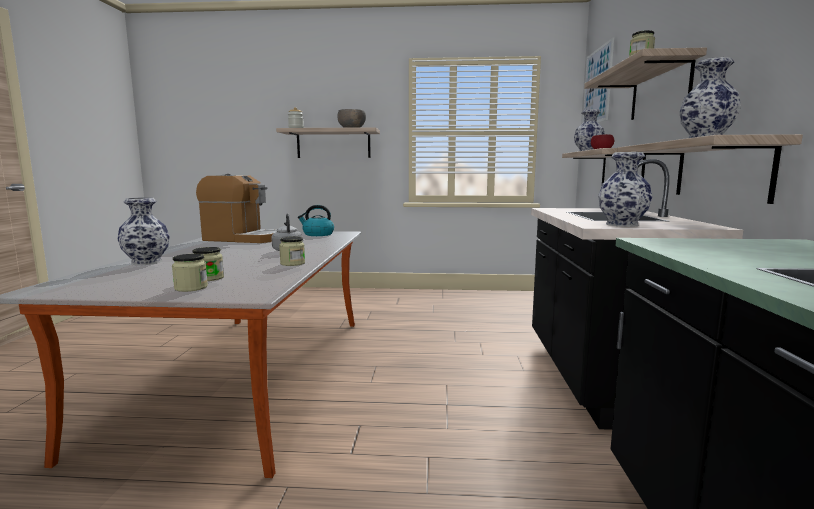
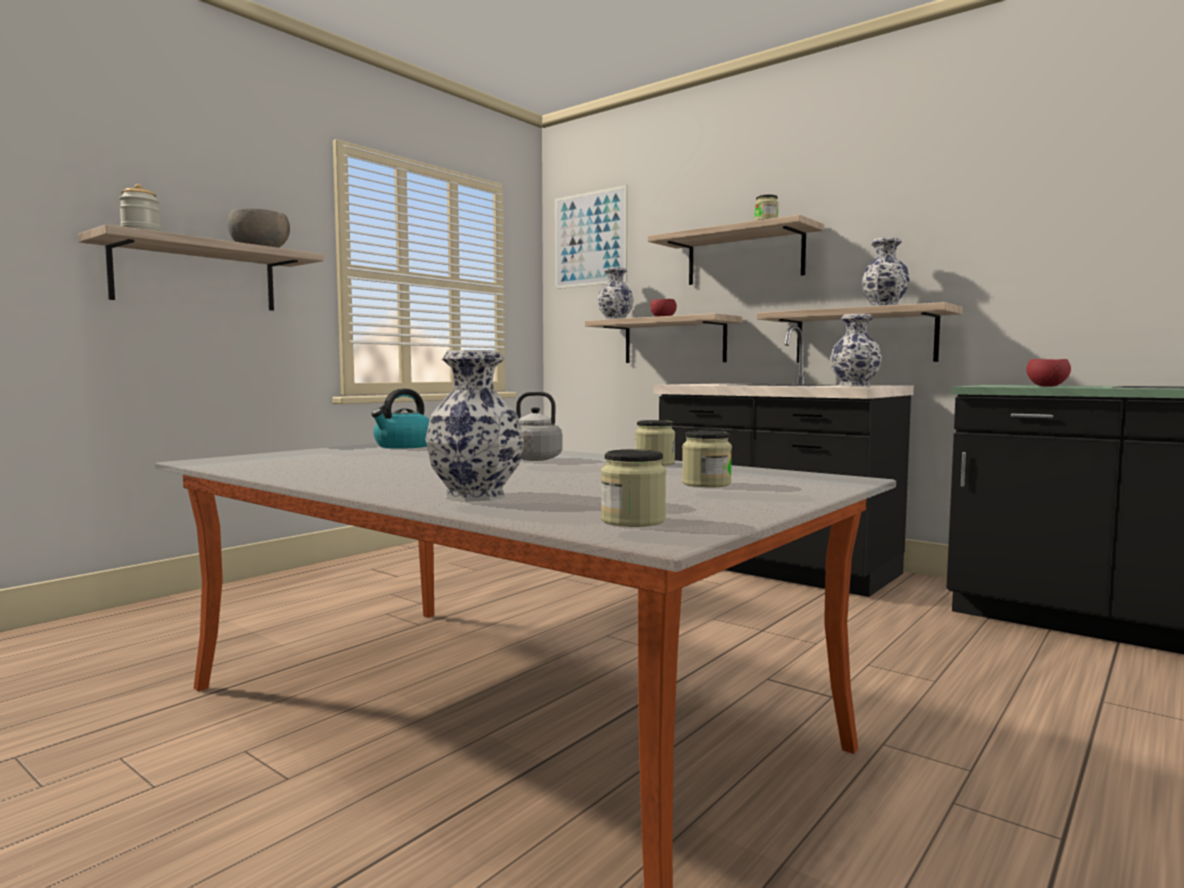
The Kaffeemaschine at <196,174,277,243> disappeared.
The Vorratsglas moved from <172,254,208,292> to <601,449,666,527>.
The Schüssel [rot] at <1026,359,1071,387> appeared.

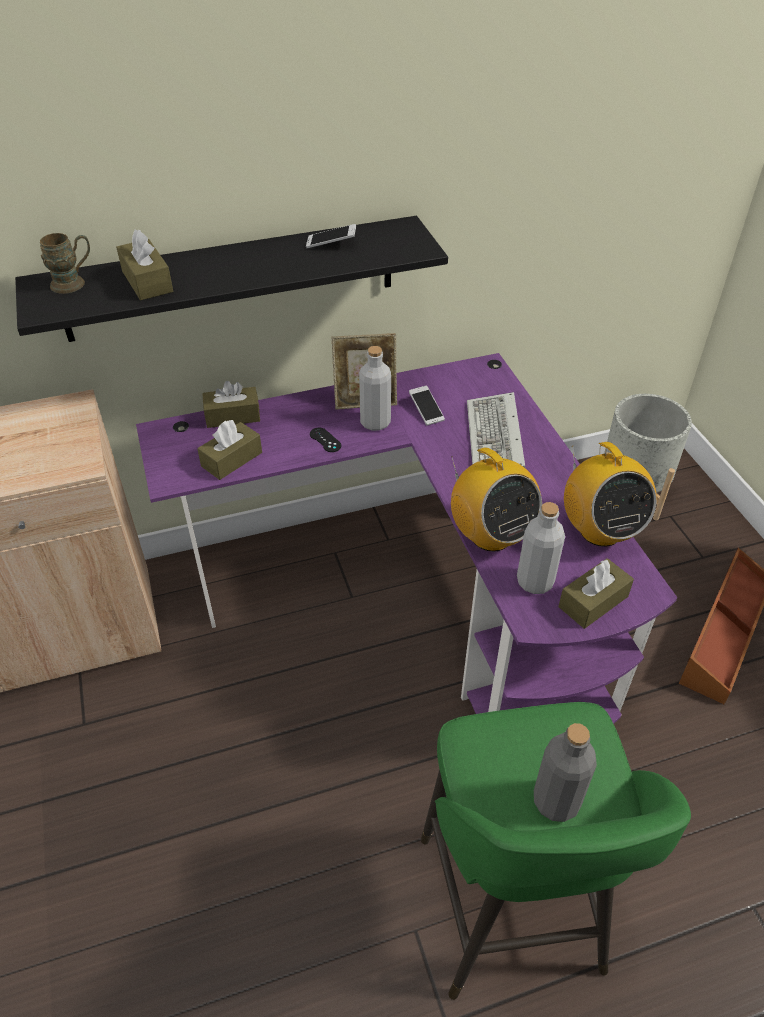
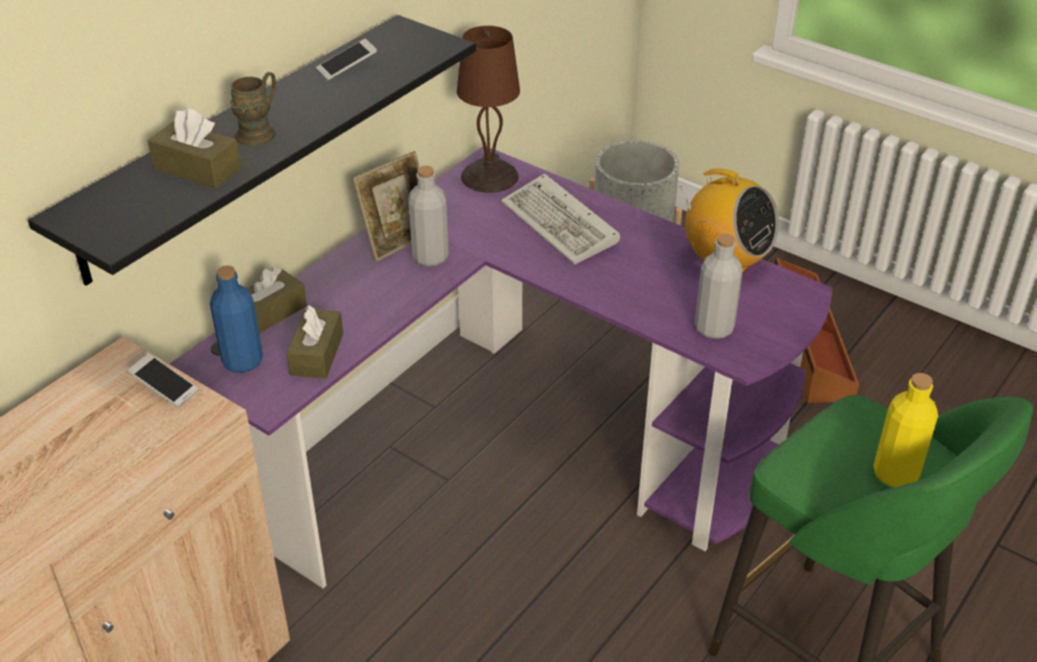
The Henkelbecher [braun] moved from <40,233,90,294> to <230,72,276,146>.
The Handy moved from <409,385,445,426> to <128,353,198,408>.
The Gamepad [schwarz] at <310,428,341,452> disappeared.
The Radio at <451,448,542,552> disappeared.
The Taschentuchbox [braun] at <559,558,634,629> disappeared.
The Flasche [grau] at <534,723,597,822> became the Flasche [gelb] at <873,373,938,487>.
The Tischlampe [braun] at <457,26,520,193> appeared.
The Flasche [blau] at <210,265,263,373> appeared.

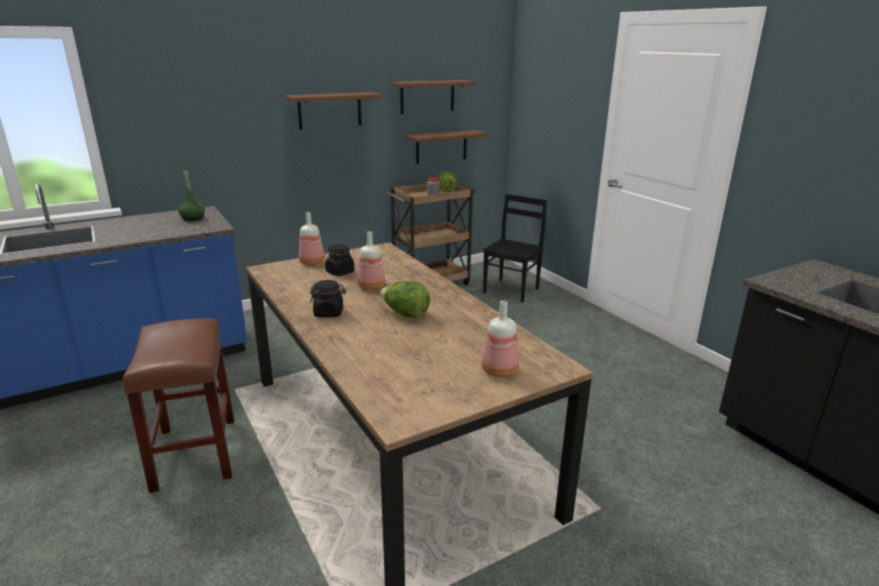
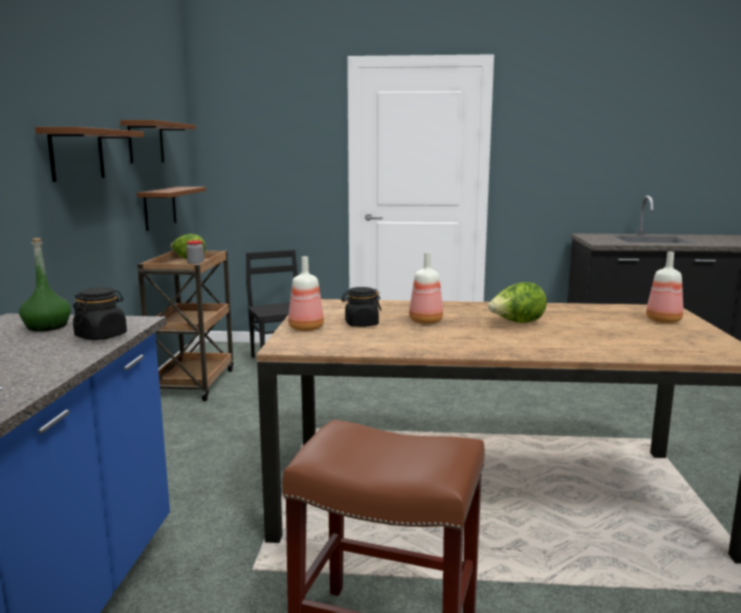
The Vorratsglas [schwarz] moved from <310,280,346,318> to <73,287,127,340>.

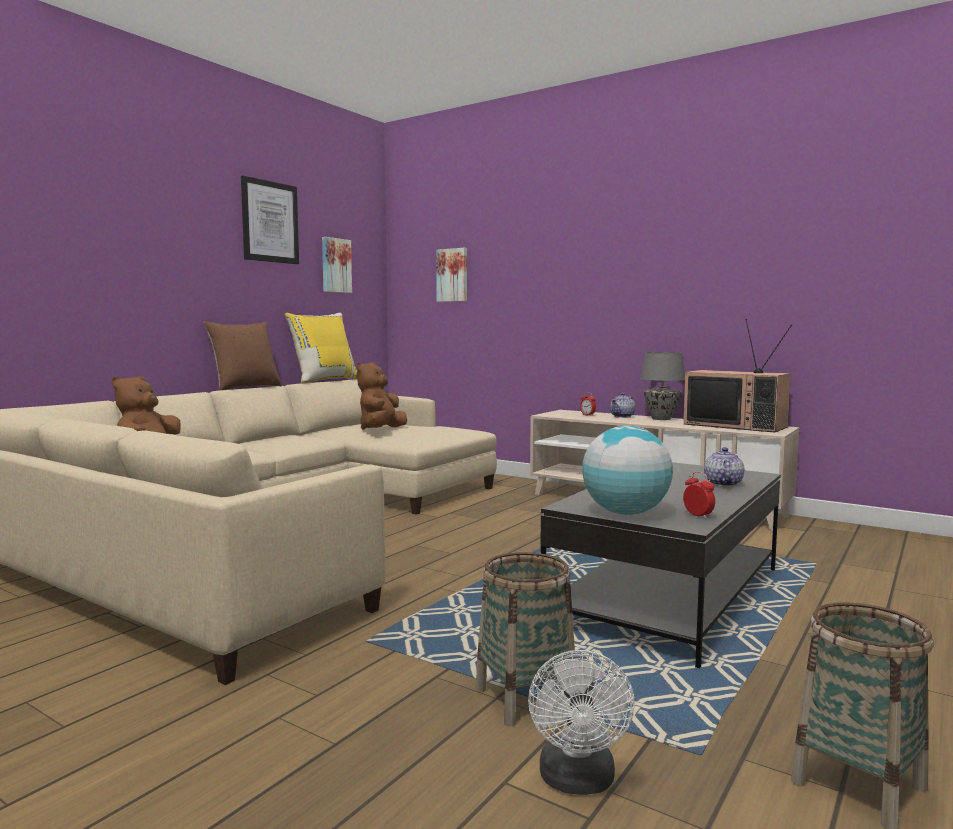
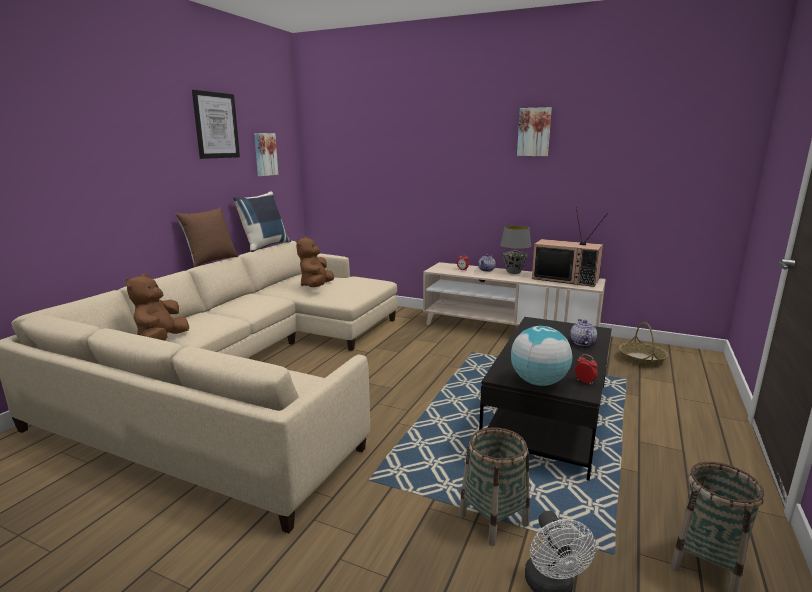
The Bild moved from <436,248,467,302> to <517,107,552,156>.
The Kissen [gelb] at <285,313,357,383> became the Kissen [blau] at <232,191,291,252>.
The Korb at <619,322,668,366> appeared.

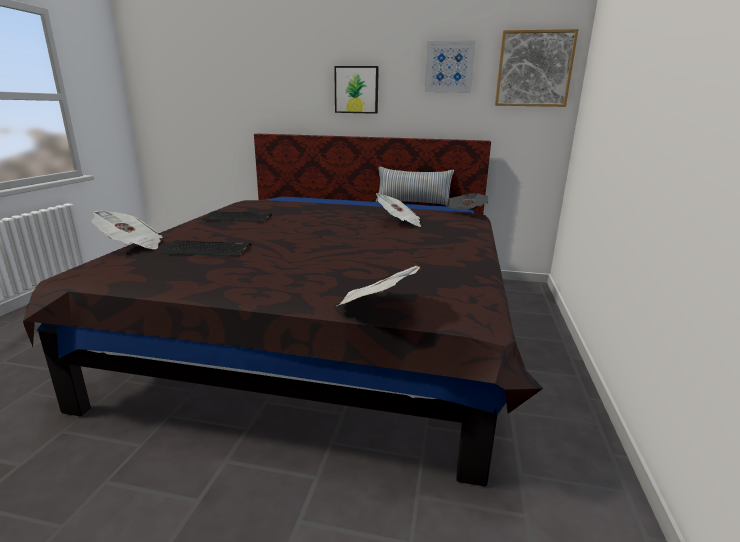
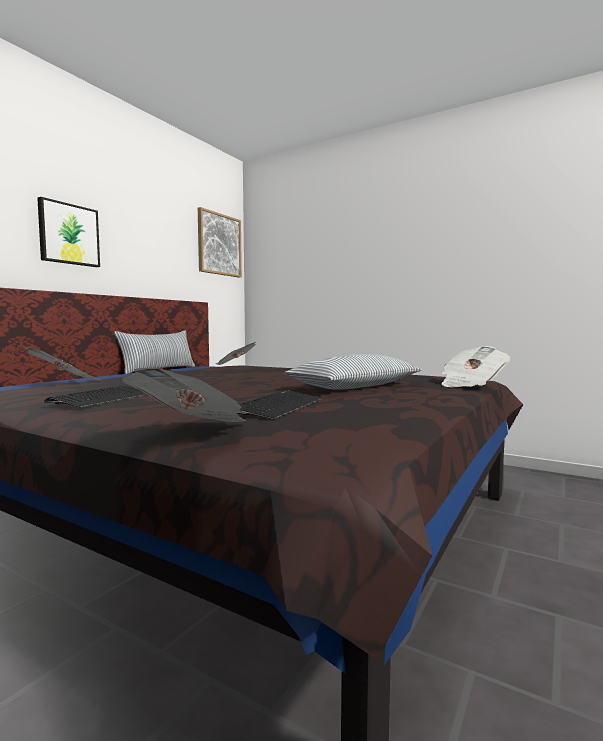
The Bild at <425,40,476,93> disappeared.
The Zeitung moved from <376,193,421,227> to <24,347,101,380>.
The Kissen at <284,354,422,389> appeared.

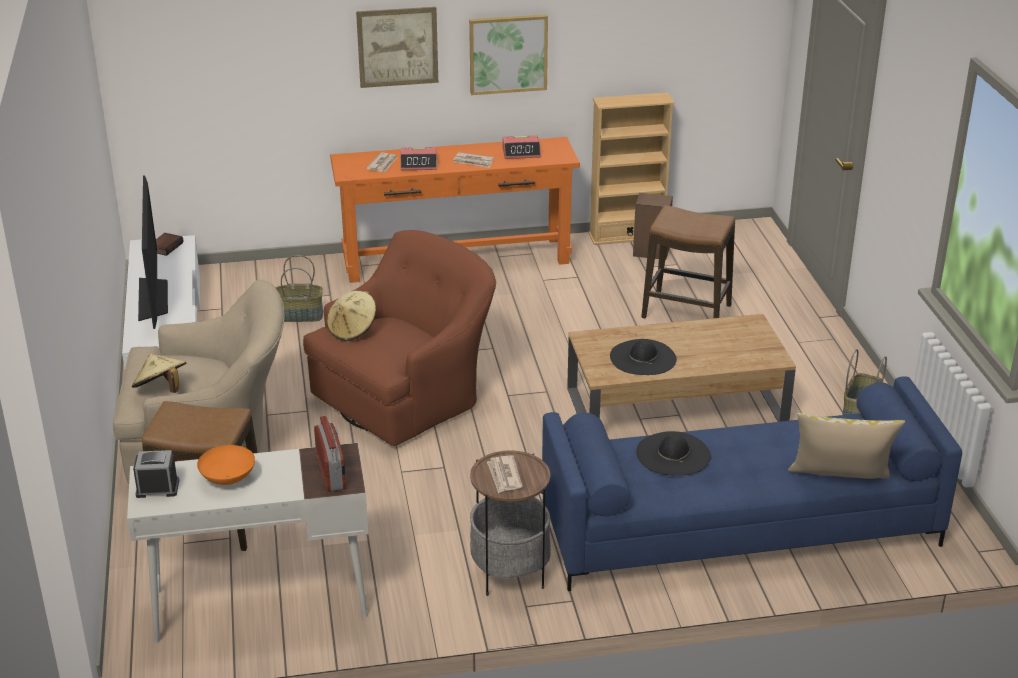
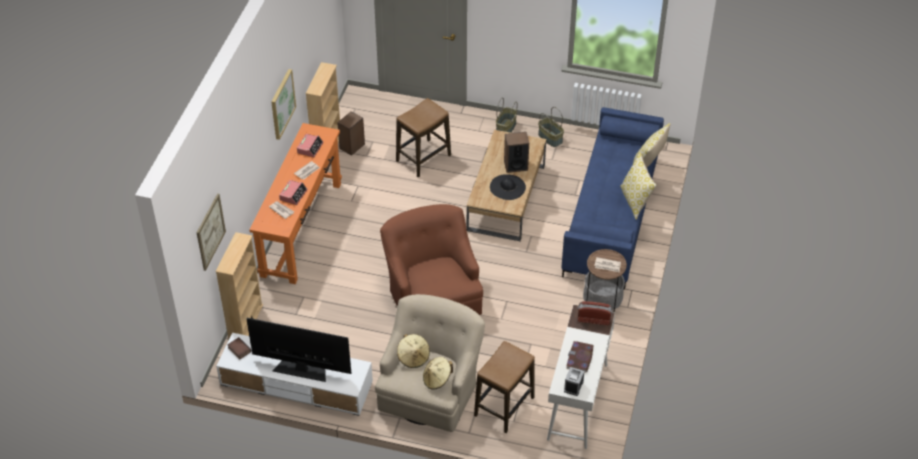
The Bild moved from <356,7,438,88> to <197,193,226,271>.
The Korb moved from <275,255,323,322> to <496,98,518,133>.
The Hut [beige] moved from <327,291,376,341> to <397,334,430,368>.
The Hut [schwarz] at <636,431,711,476> disappeared.
The Schüssel [orange] at <197,445,255,485> was replaced by the Buch at <566,341,593,373>.
The Lautsprecher at <504,132,529,173> appeared.
The Kissen at <620,152,657,220> appeared.
The Bücherregal [beige] at <216,232,263,340> appeared.

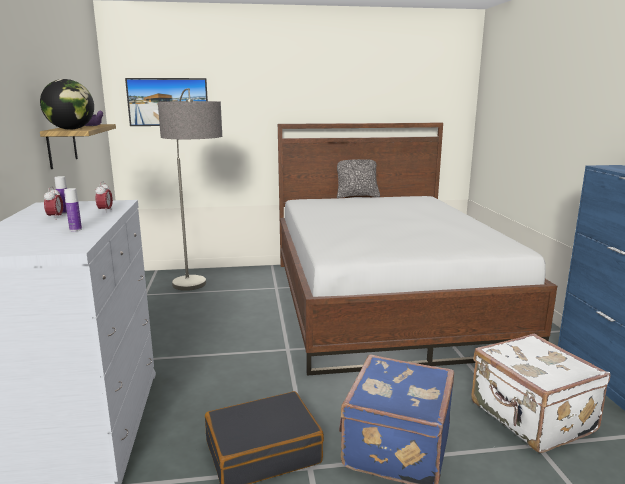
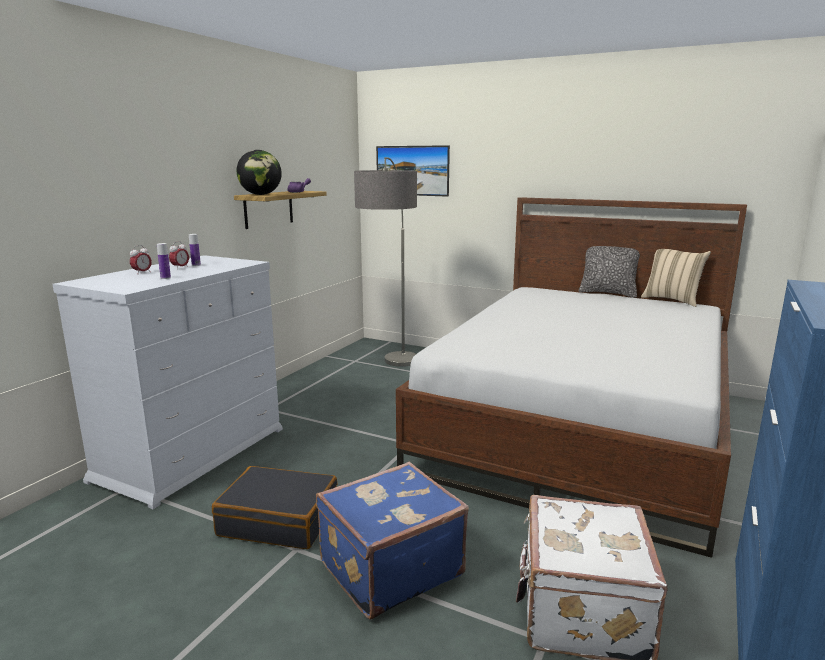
The Wecker moved from <95,181,113,213> to <130,245,152,273>.
The Kissen [beige] at <641,249,711,307> appeared.

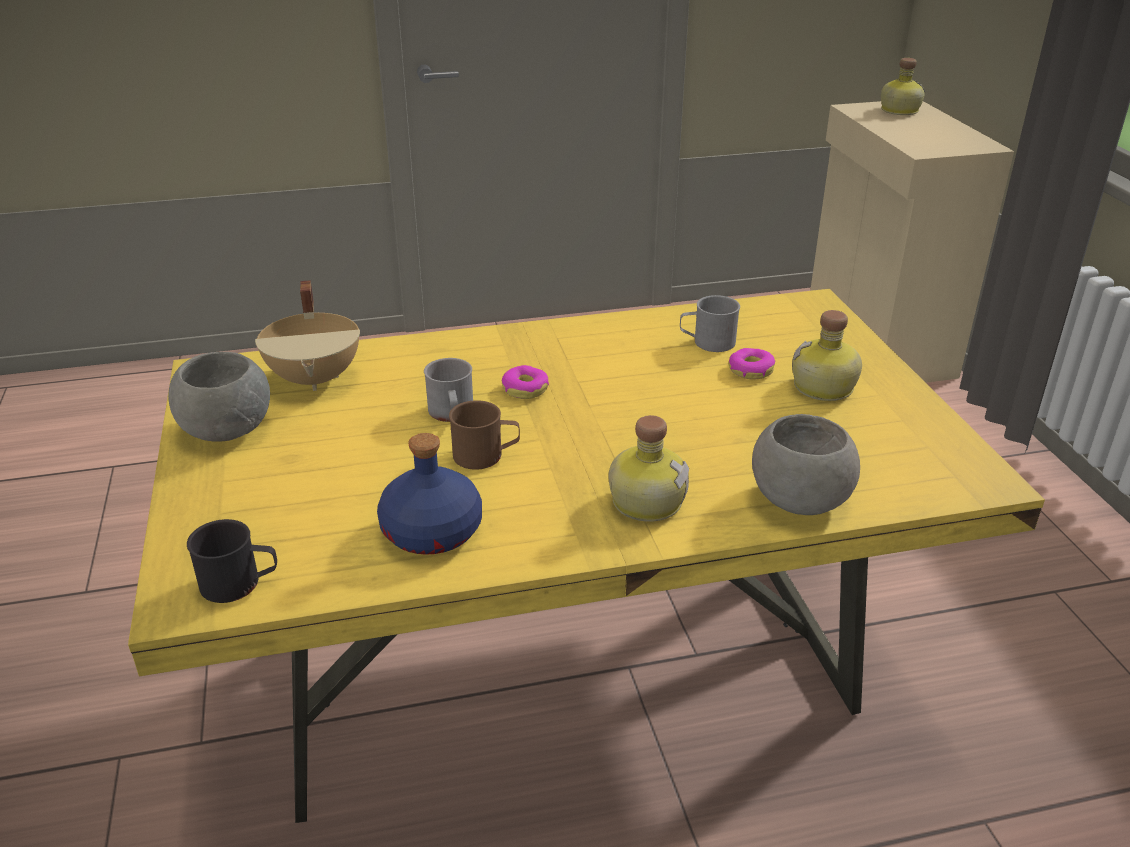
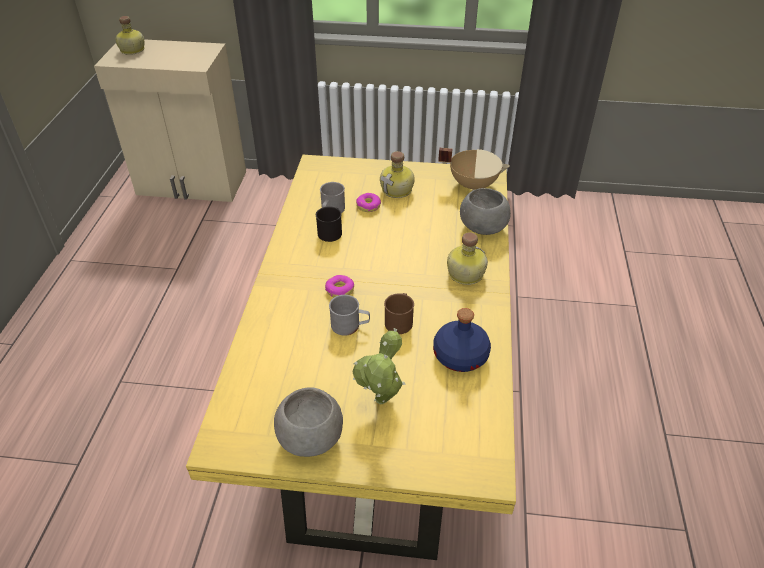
The Kochtopf [beige] moved from <255,280,360,391> to <438,148,510,191>.
The Henkelbecher [schwarz] moved from <187,519,277,603> to <316,206,342,242>.
The Topfpflanze at <352,328,406,405> appeared.

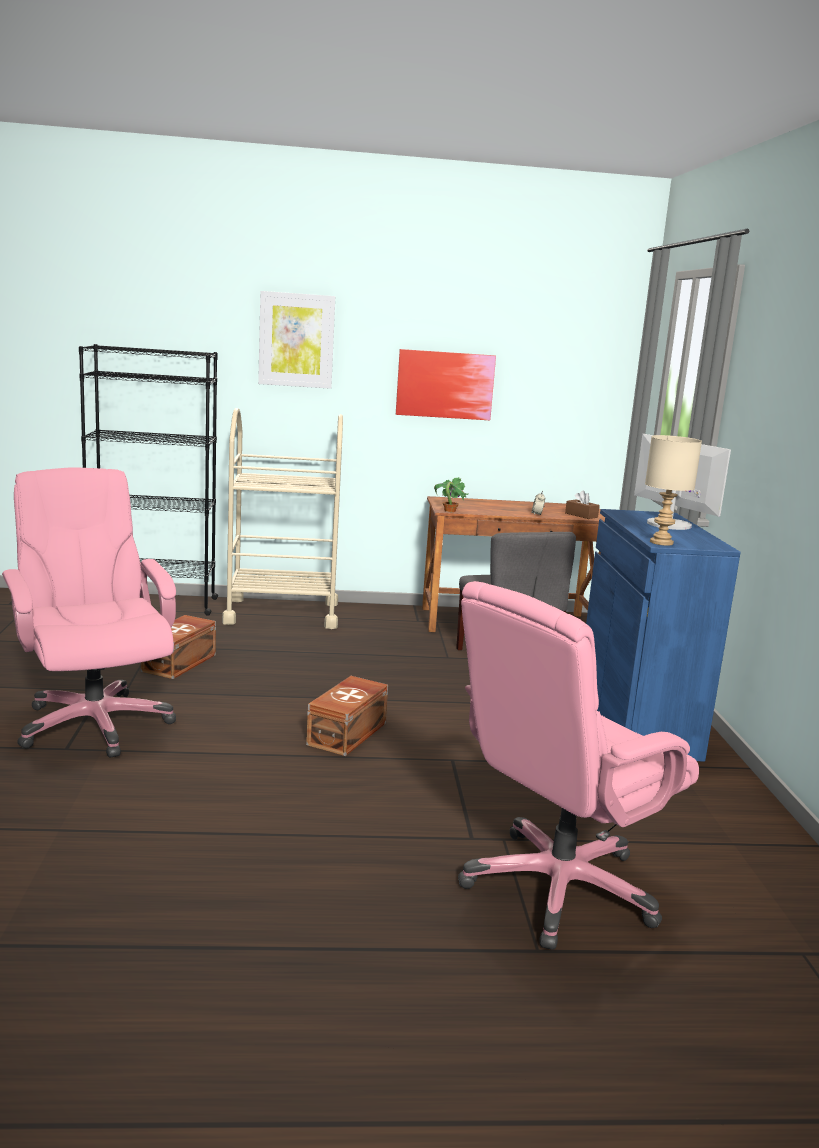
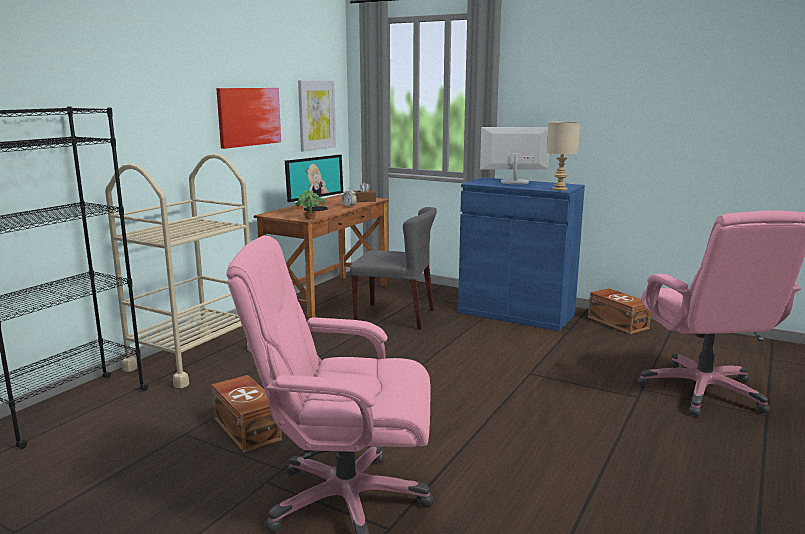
The Bild moved from <258,291,335,389> to <298,80,336,152>.
The Aufbewahrungsbox [braun] moved from <306,676,388,756> to <588,288,651,334>.
The Monitor at <285,155,343,211> appeared.

